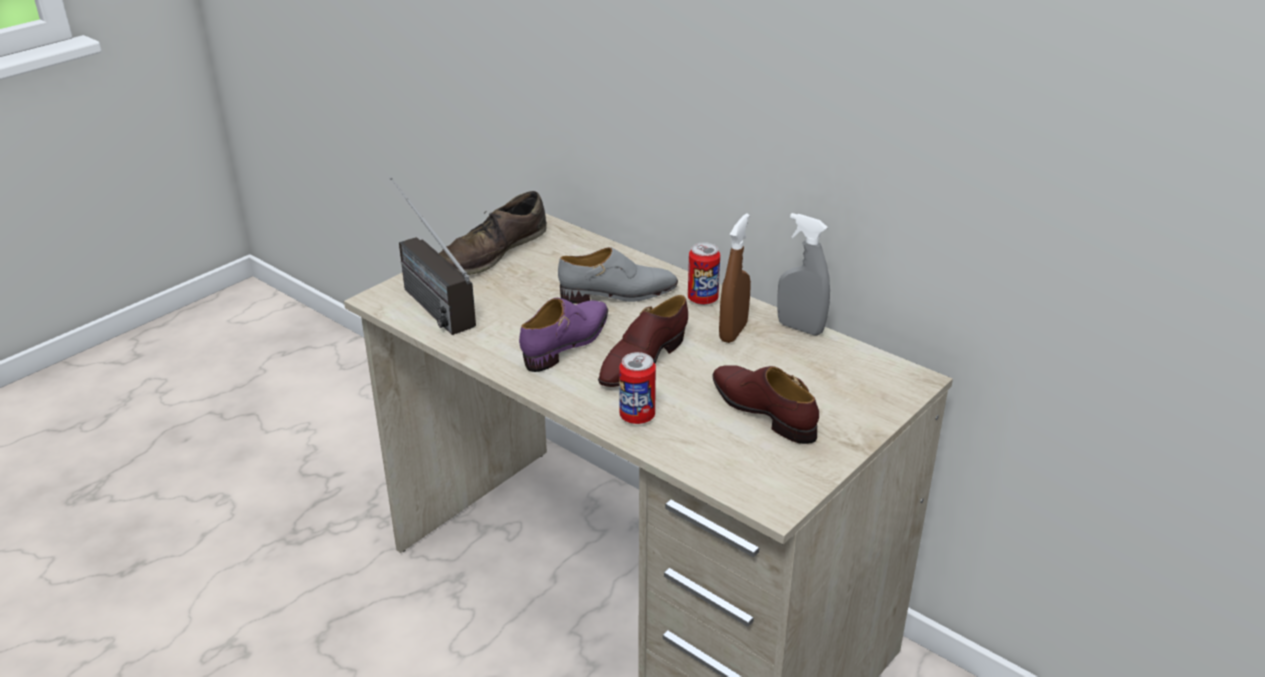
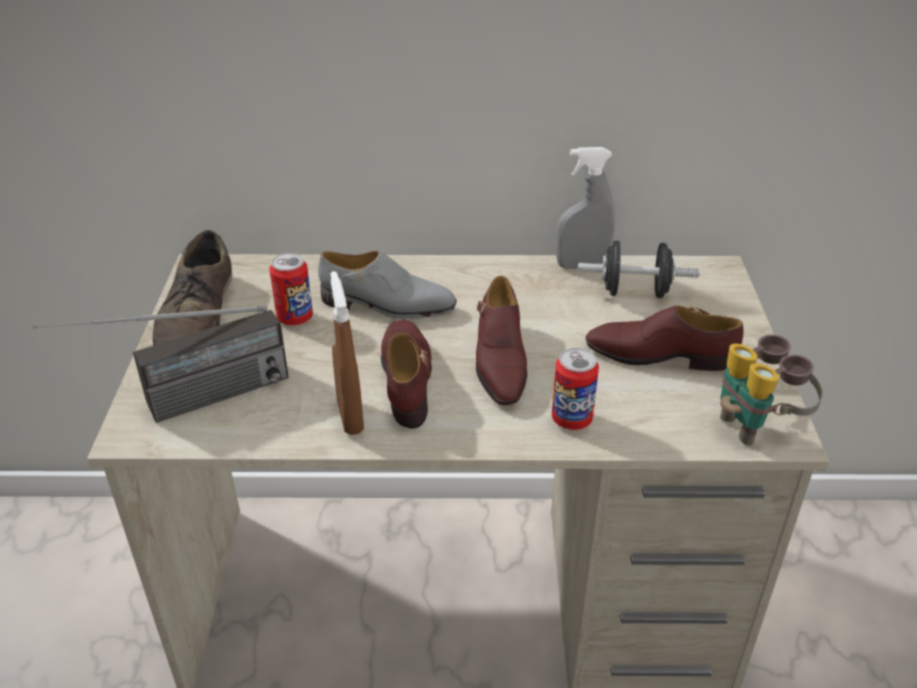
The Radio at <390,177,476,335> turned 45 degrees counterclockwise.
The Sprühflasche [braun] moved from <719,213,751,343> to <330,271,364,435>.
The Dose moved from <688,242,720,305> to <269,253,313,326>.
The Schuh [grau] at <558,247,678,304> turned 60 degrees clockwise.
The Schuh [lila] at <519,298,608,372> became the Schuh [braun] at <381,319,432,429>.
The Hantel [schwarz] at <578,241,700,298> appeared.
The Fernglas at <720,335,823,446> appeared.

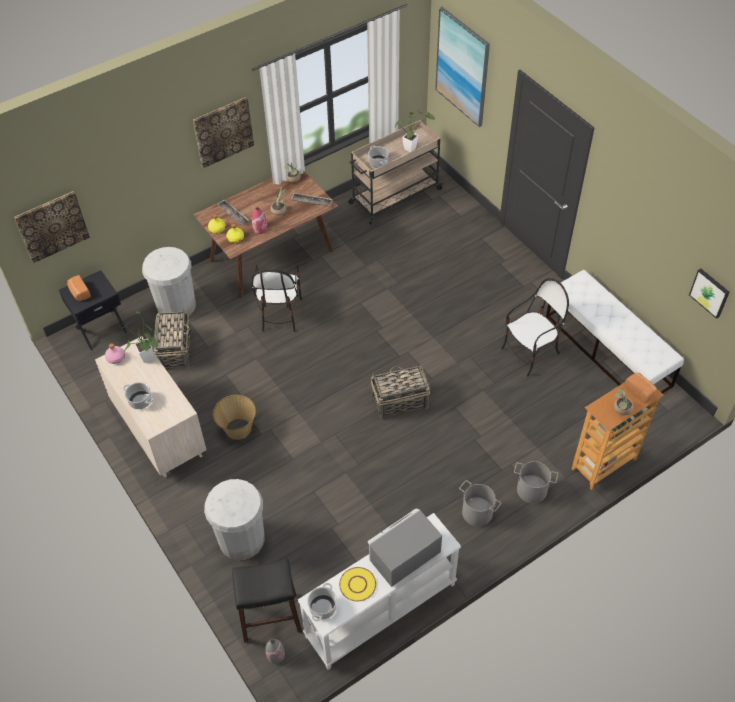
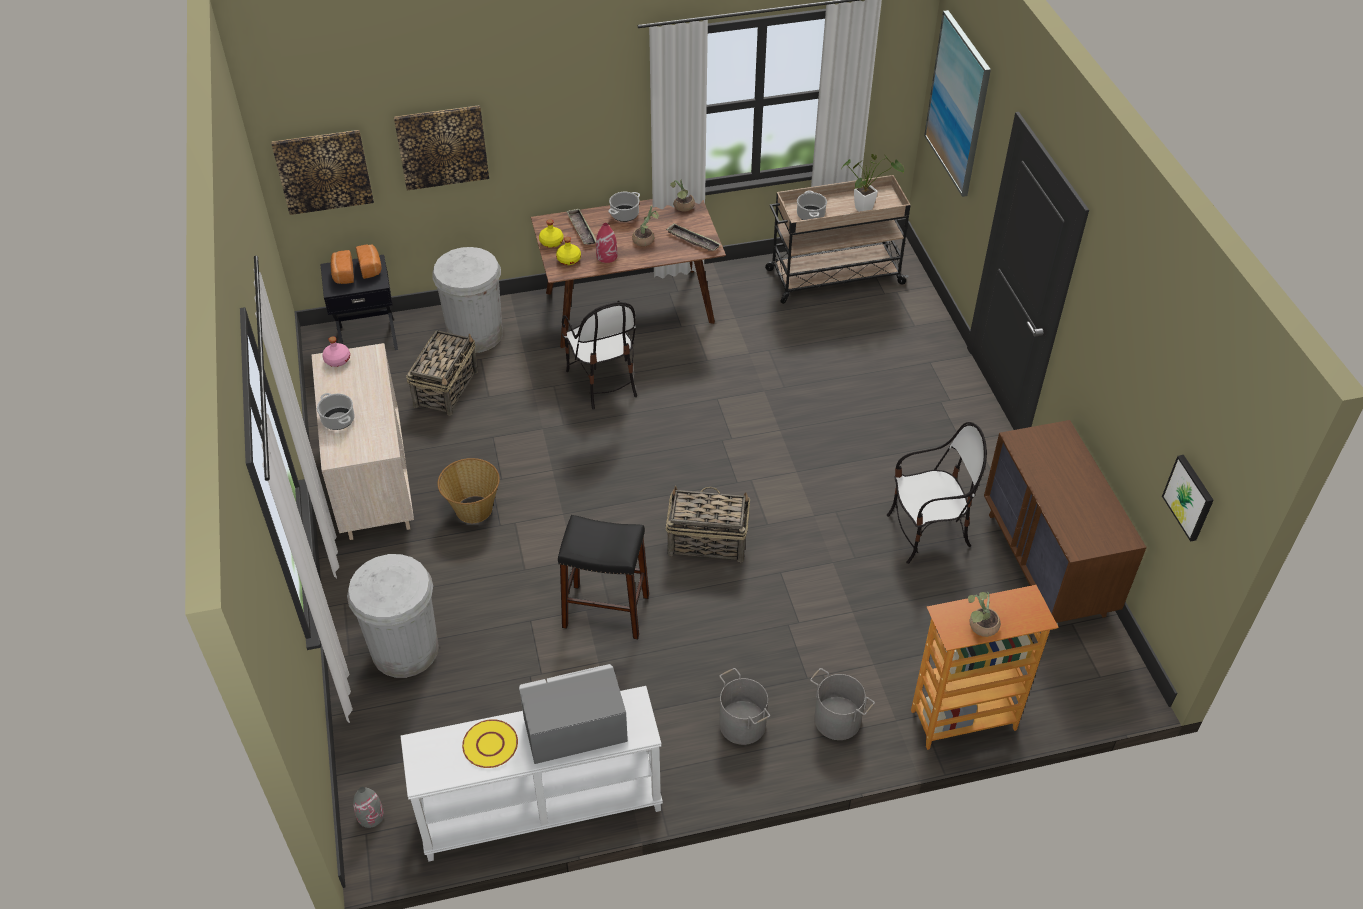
The Bild moved from <193,97,254,168> to <394,105,489,190>.
The Stuhl at <252,264,302,332> turned 45 degrees counterclockwise.
The Bank [weiß] at <546,270,684,394> was replaced by the Kommode [braun] at <984,420,1147,623>.
The Topfpflanze at <123,311,157,363> disappeared.
The Brot moved from <624,372,657,404> to <356,244,382,279>.
The Hocker [schwarz] moved from <232,558,302,643> to <558,515,649,639>.
The Kochtopf moved from <307,583,337,621> to <609,192,640,222>.

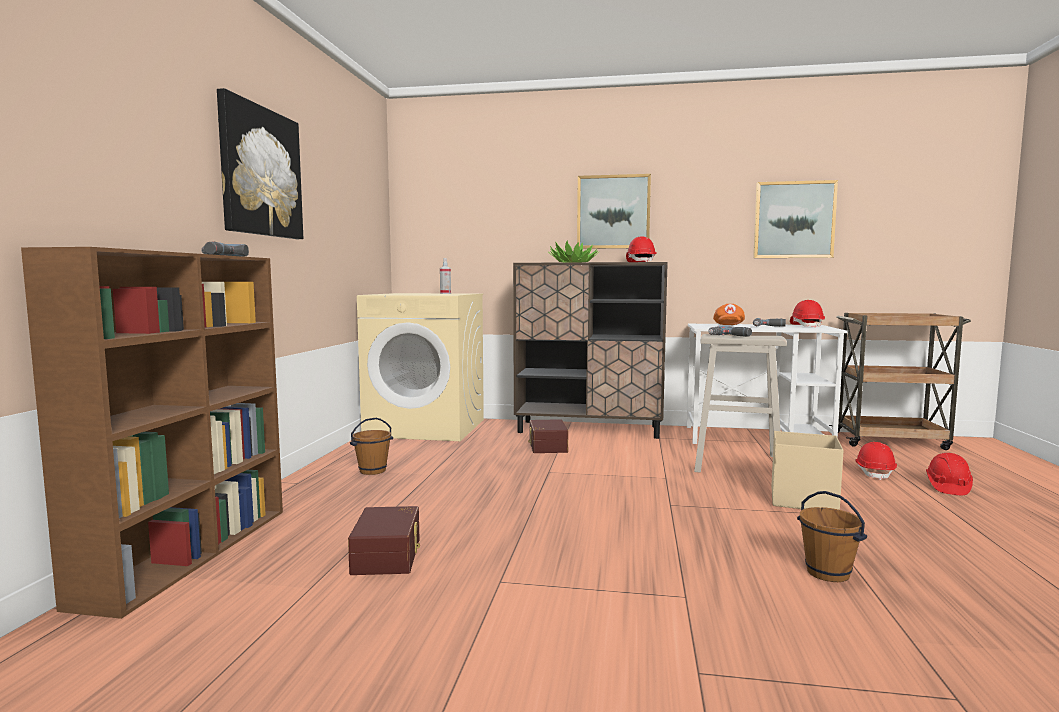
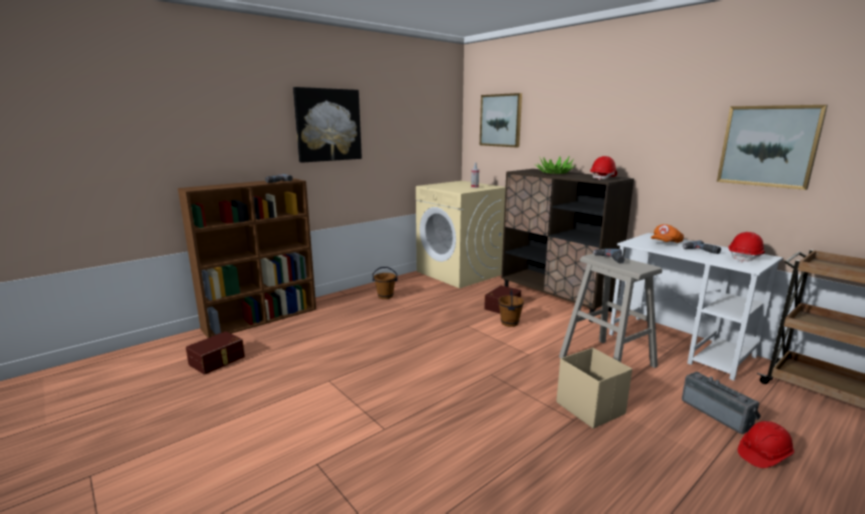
The Bild moved from <577,174,651,249> to <480,93,522,147>.
The Schutzhelm [rot] at <855,442,897,480> was replaced by the Radio at <682,372,761,434>.
The Eimer [braun] moved from <797,491,867,582> to <498,289,524,327>.
The Aufbewahrungsbox [braun] moved from <348,506,420,575> to <186,331,245,375>.

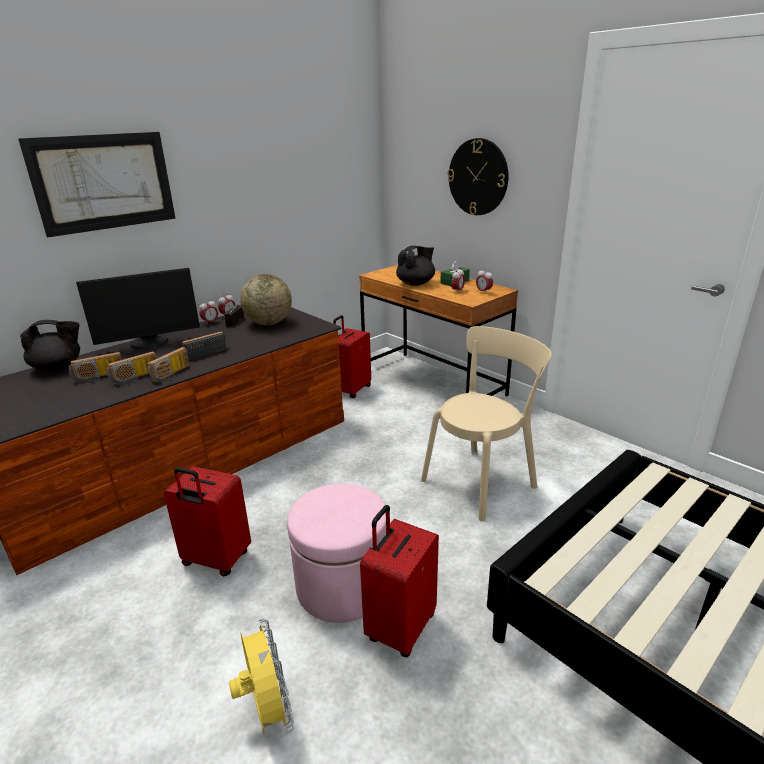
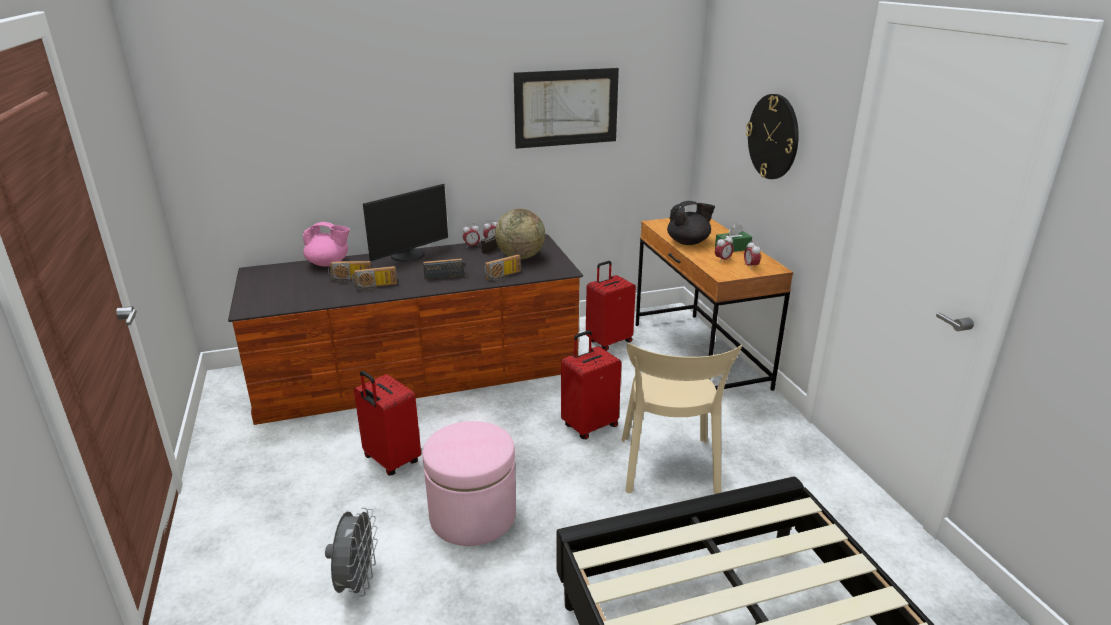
The Bild moved from <18,132,176,237> to <514,68,619,149>.
The Monitor at <76,268,200,350> turned 45 degrees counterclockwise.
The Teekanne [schwarz] at <20,320,80,371> became the Teekanne [rosa] at <303,222,350,267>.
The Stuhl [beige] at <421,326,552,522> turned 105 degrees clockwise.
The Radio moved from <147,347,189,383> to <484,254,521,281>.
The Koffer [rot] moved from <360,505,439,657> to <561,330,622,439>.
The Ventilator [gelb] at <229,619,294,735> became the Ventilator [grau] at <325,507,378,598>.

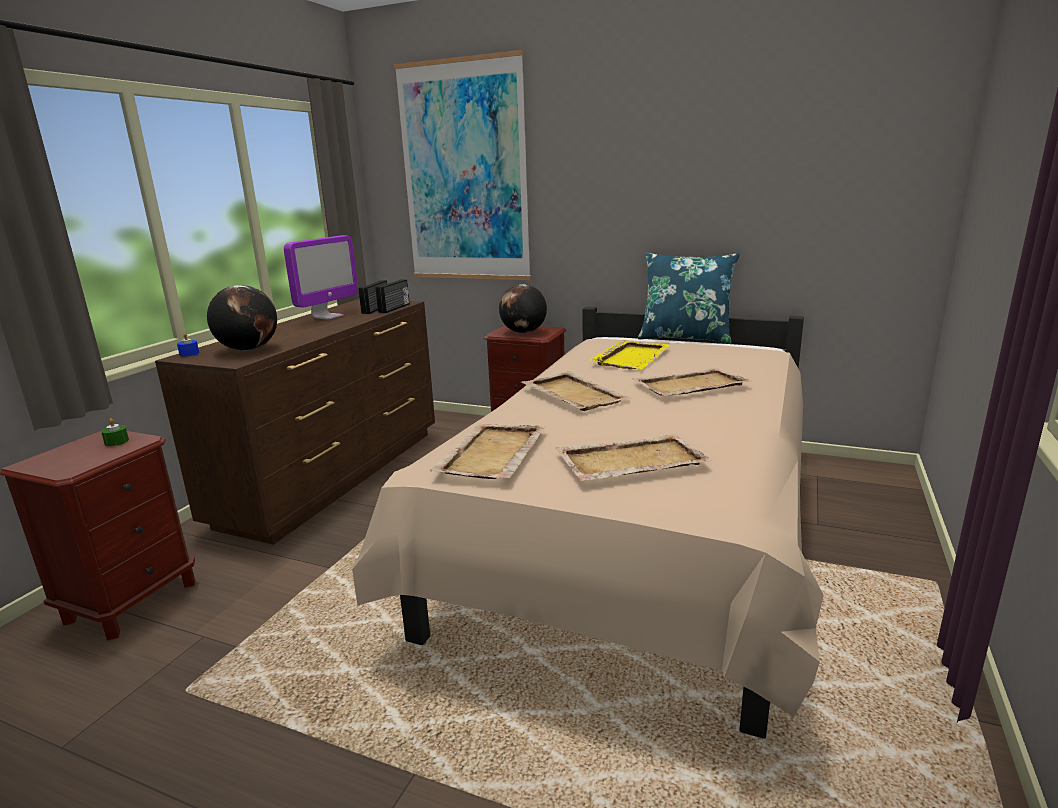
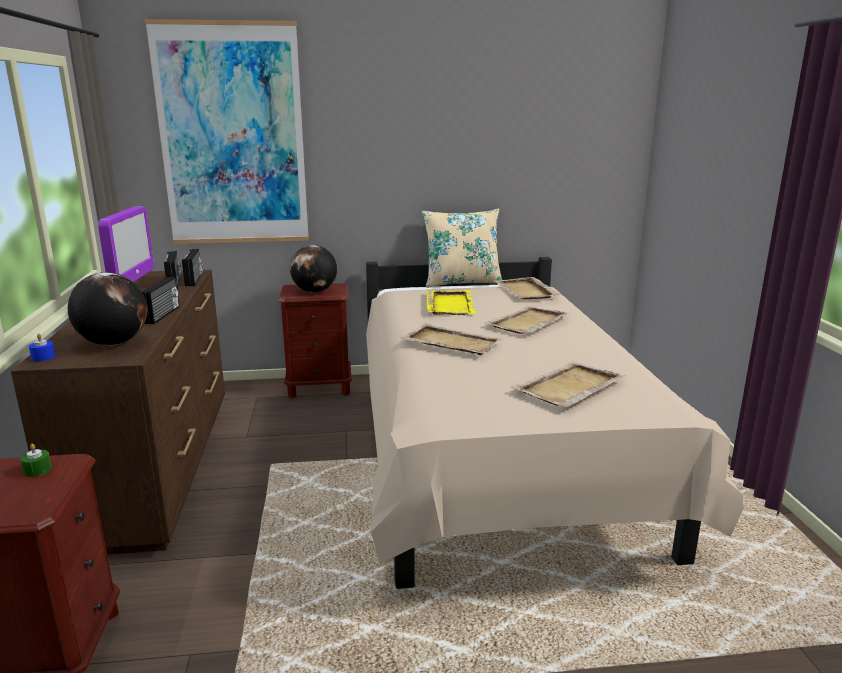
The Kissen [blau] at <638,253,740,344> became the Kissen [beige] at <422,209,502,288>.
The Tablett [beige] moved from <430,424,546,479> to <495,277,561,299>.
The Radio at <142,277,179,324> appeared.

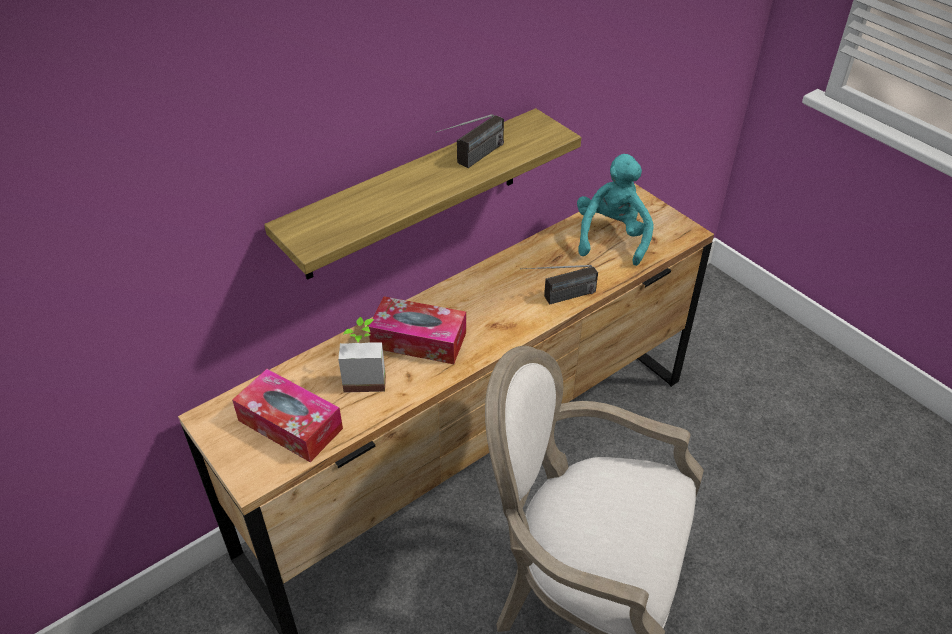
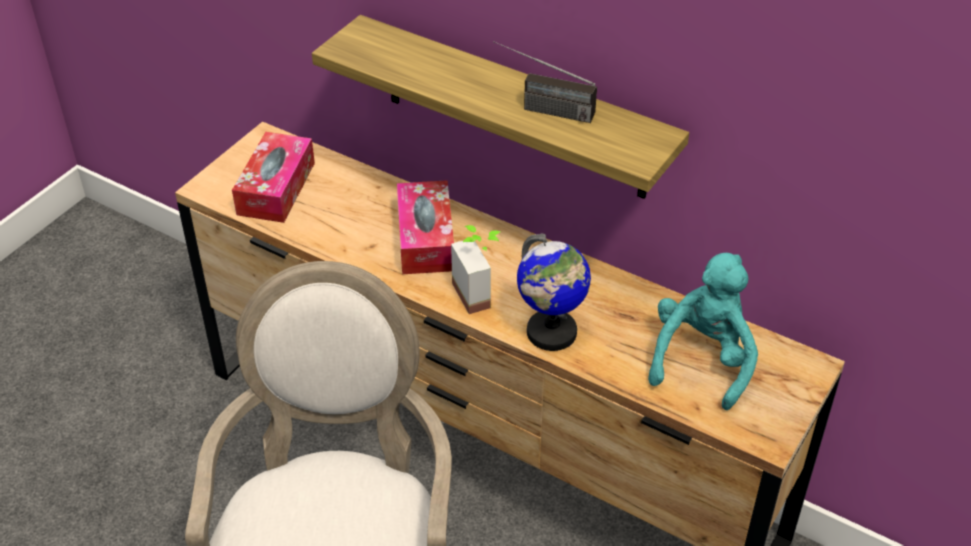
The Plüschtier [türkis] at <577,154,653,266> turned 60 degrees counterclockwise.
The Radio at <520,265,598,304> was replaced by the Globus at <517,233,591,351>.
The Topfpflanze moved from <338,317,386,393> to <451,225,500,314>.

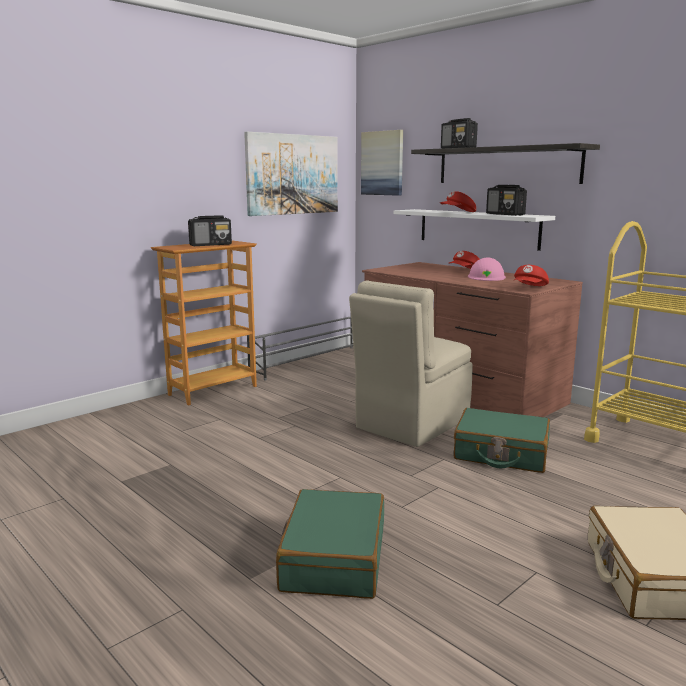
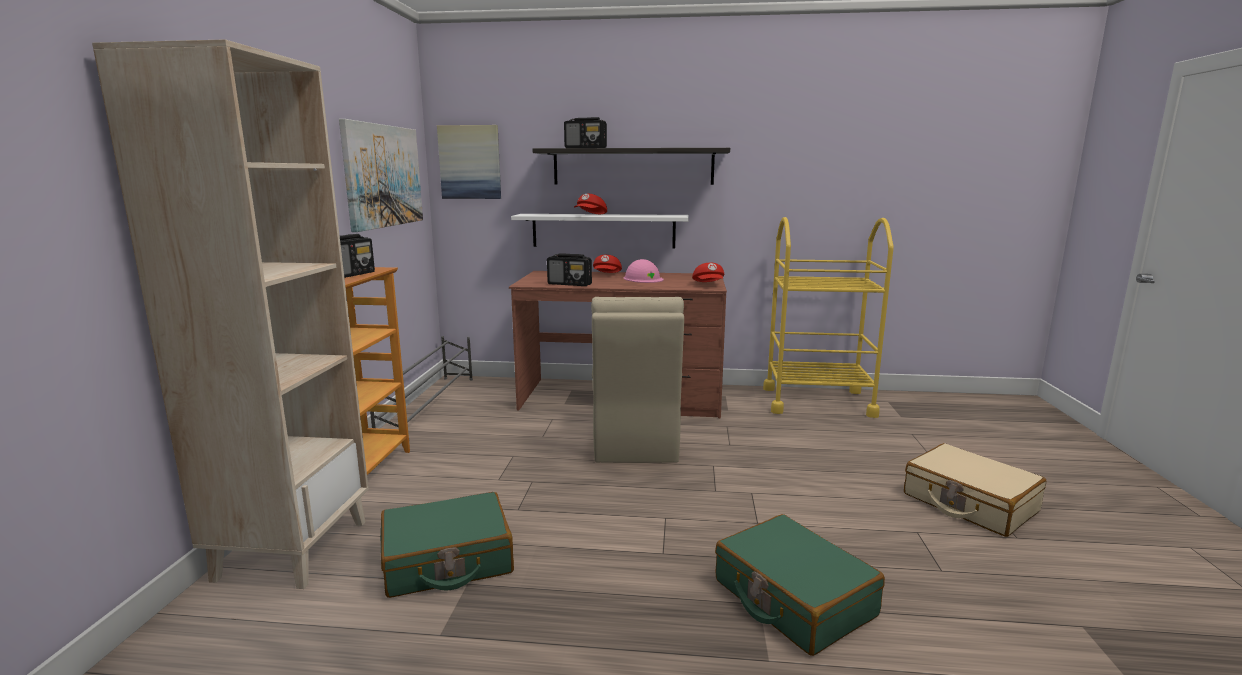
The Radio moved from <486,185,527,216> to <547,254,592,286>.
The Koffer [grün] moved from <454,408,550,473> to <381,492,514,598>.
The Bücherregal [beige] at <92,39,369,589> appeared.

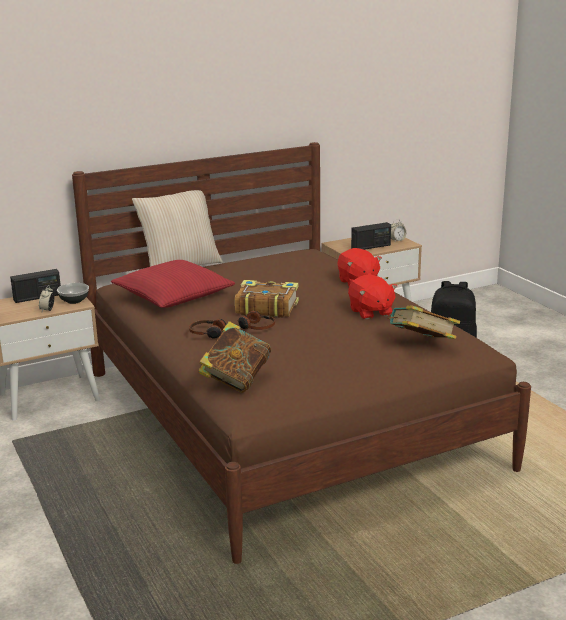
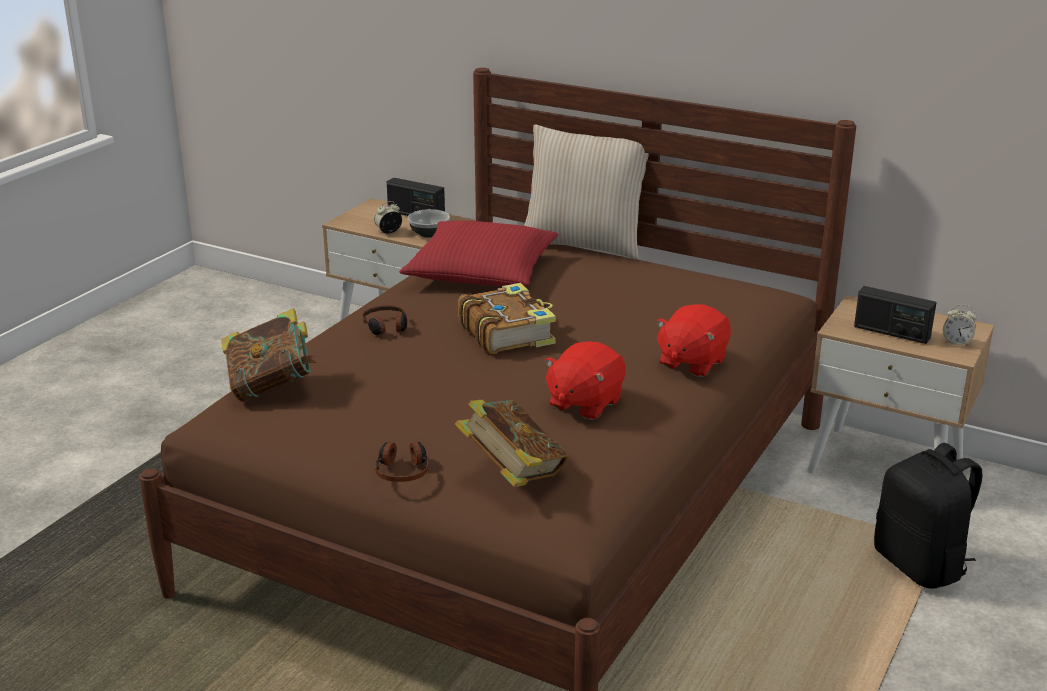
The Kopfhörer moved from <237,311,275,330> to <375,442,429,482>.

